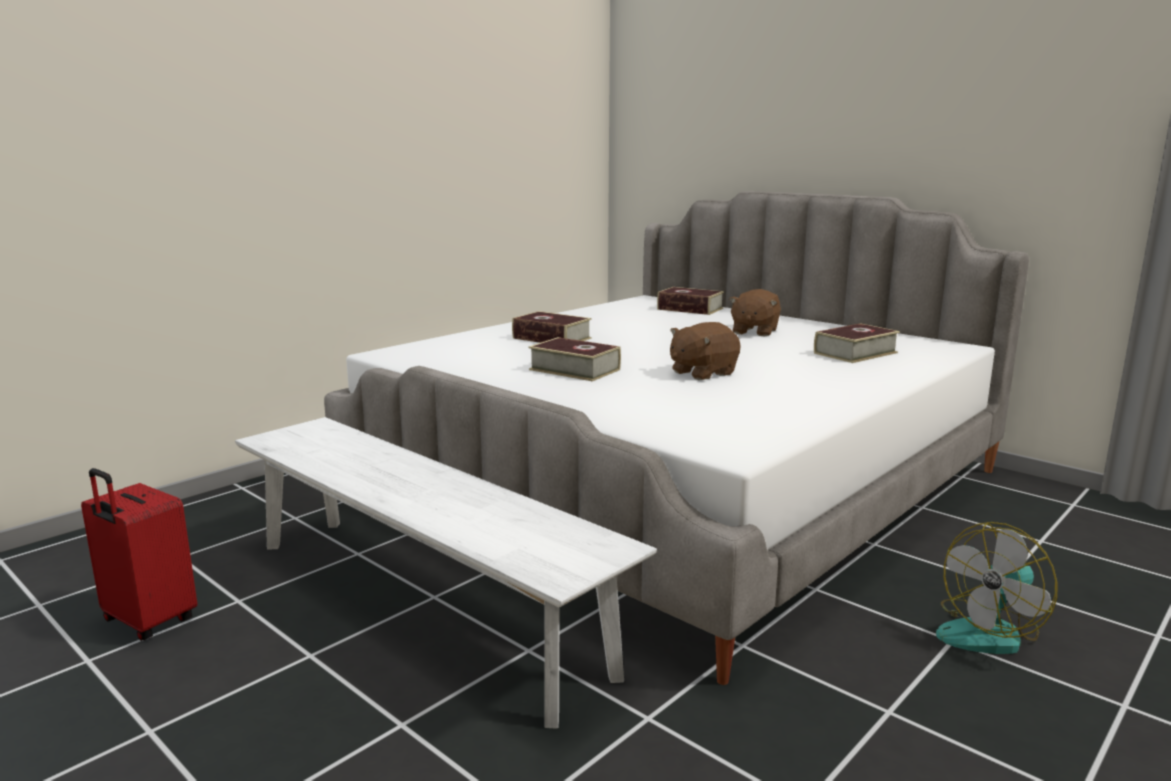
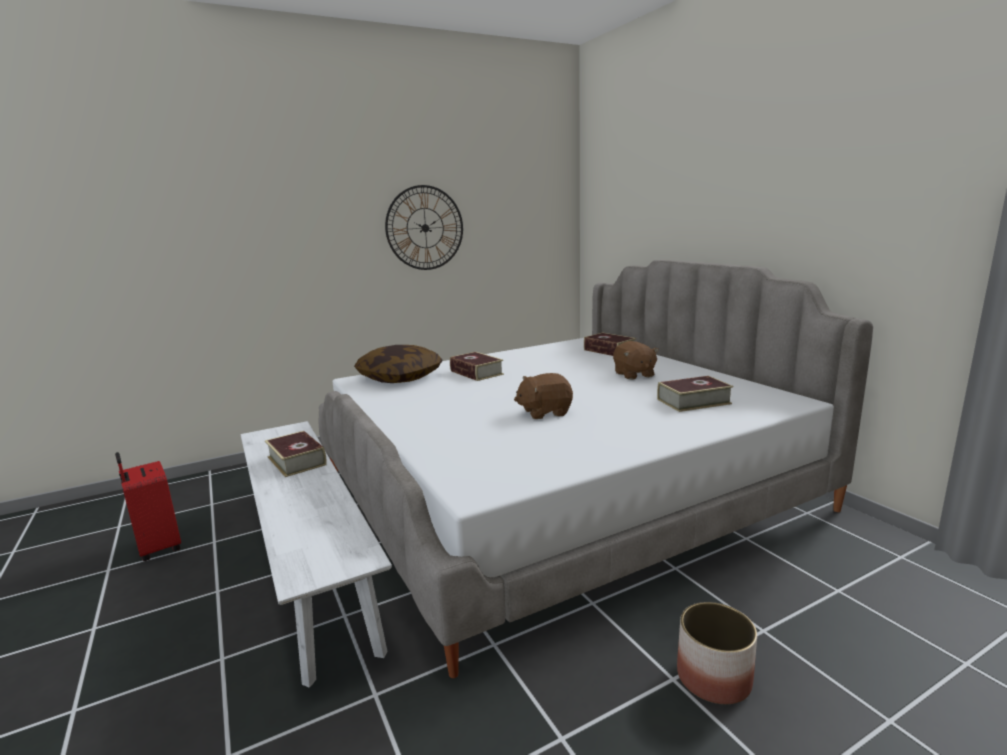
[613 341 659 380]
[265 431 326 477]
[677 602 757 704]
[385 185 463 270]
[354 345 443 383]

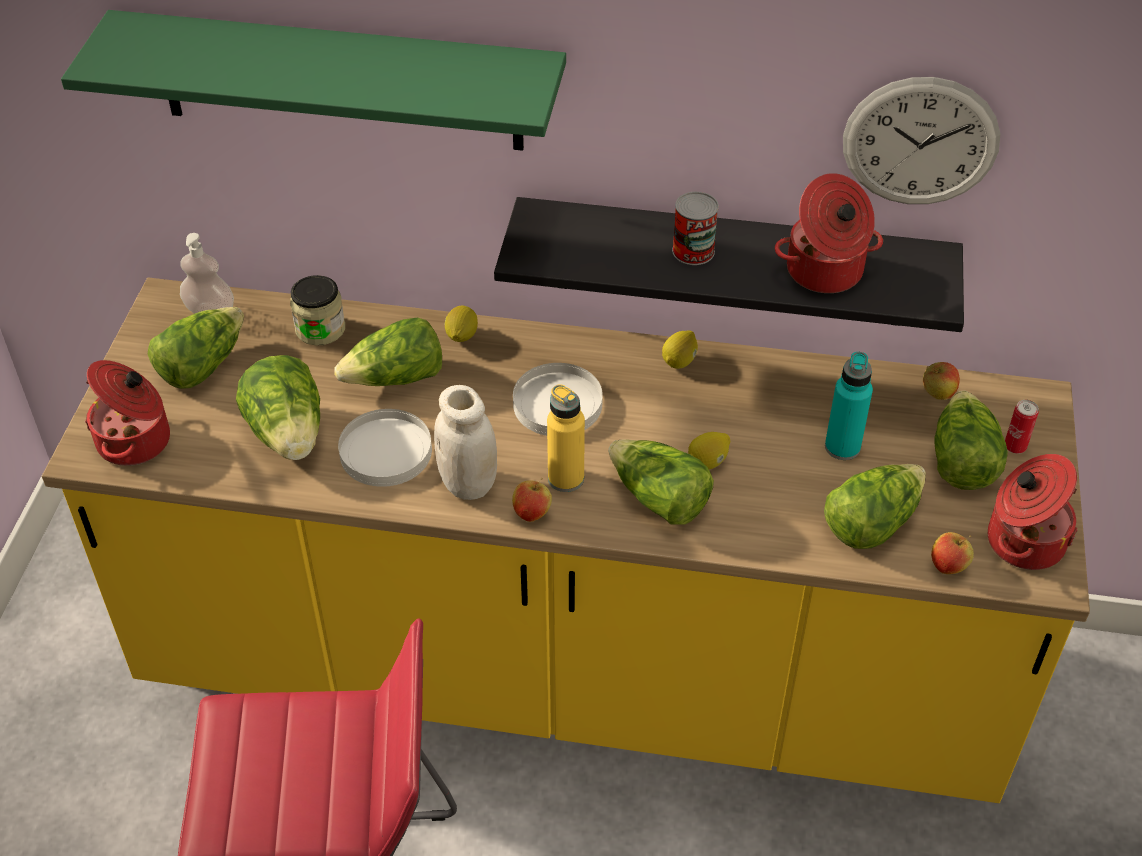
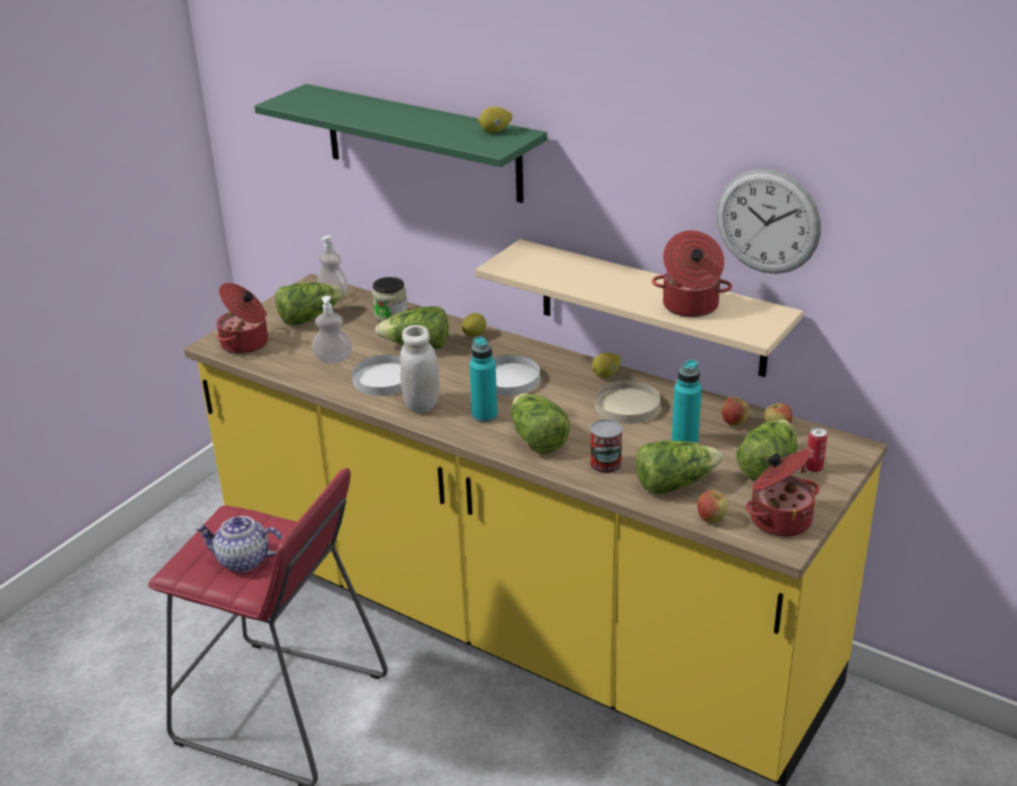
[590 419 623 474]
[475 239 803 377]
[312 296 352 363]
[469 336 498 423]
[478 107 512 133]
[722 397 750 426]
[595 380 661 424]
[195 516 283 572]

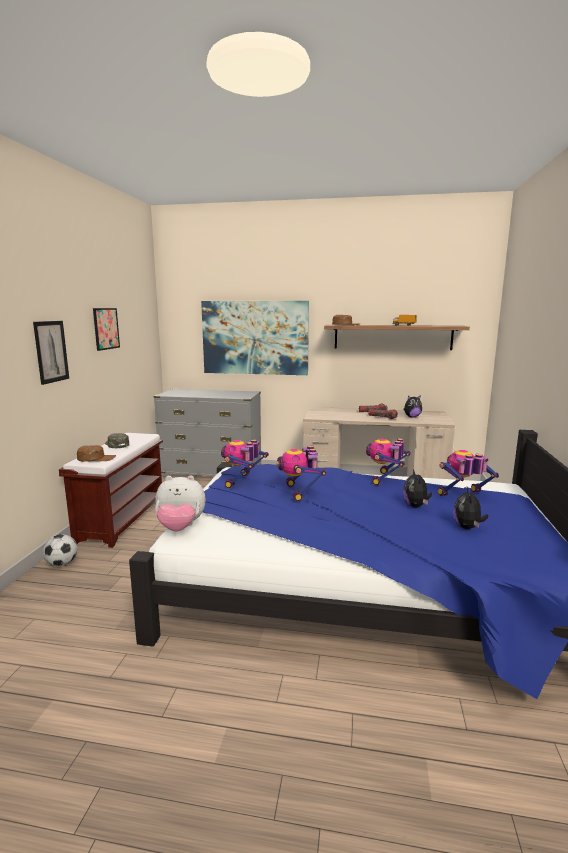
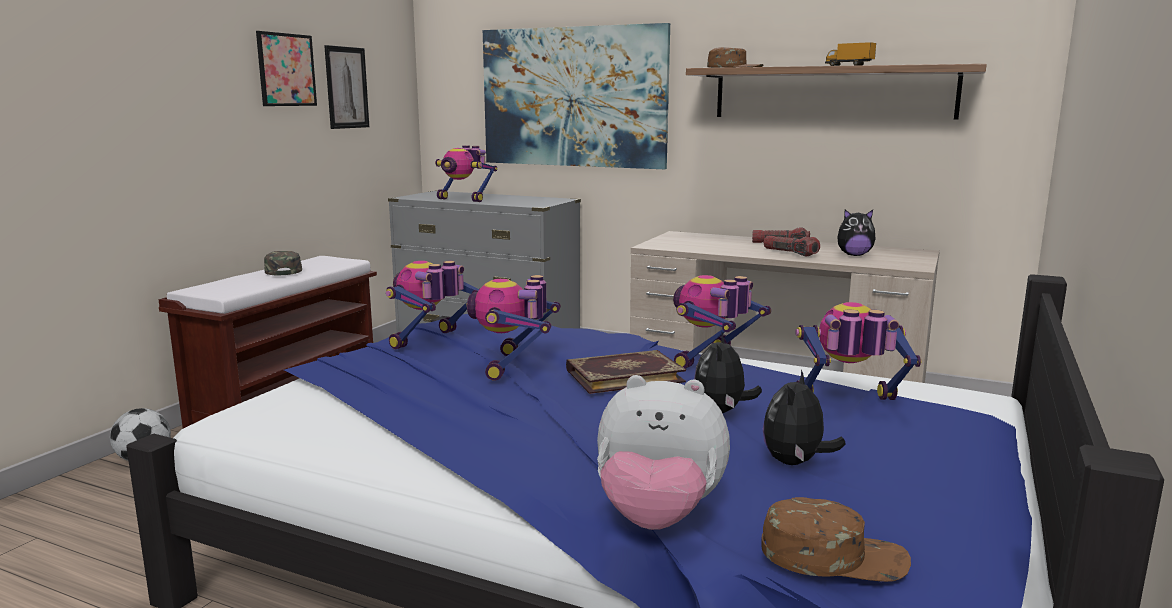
[324 45 369 129]
[761 497 911 582]
[597 375 730 530]
[435 145 497 202]
[566 350 686 394]

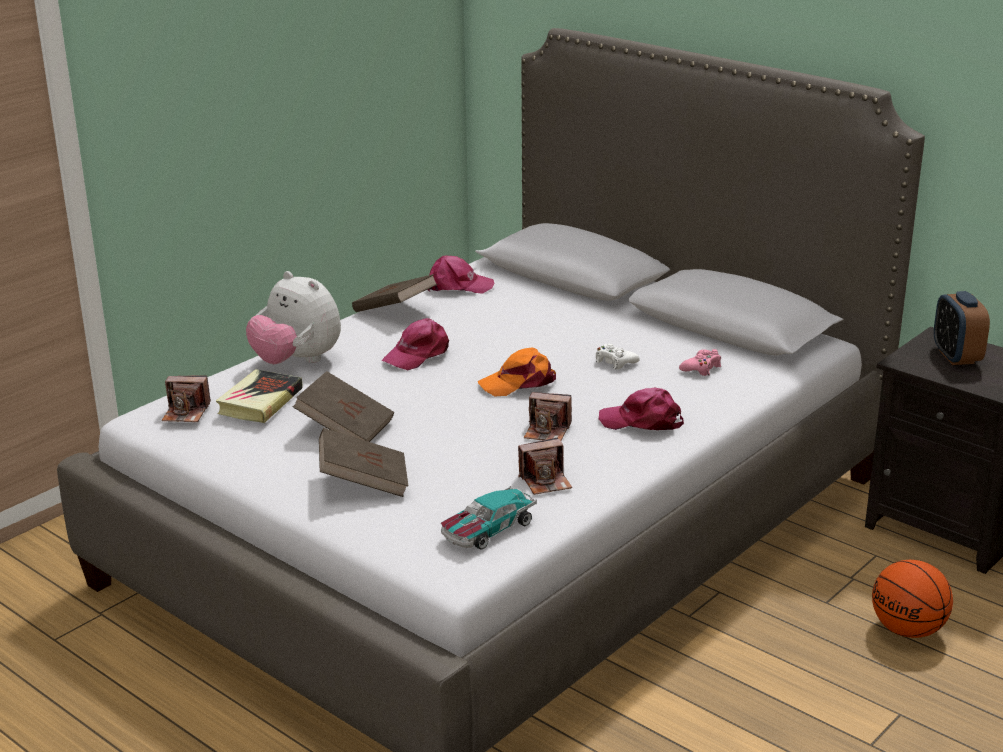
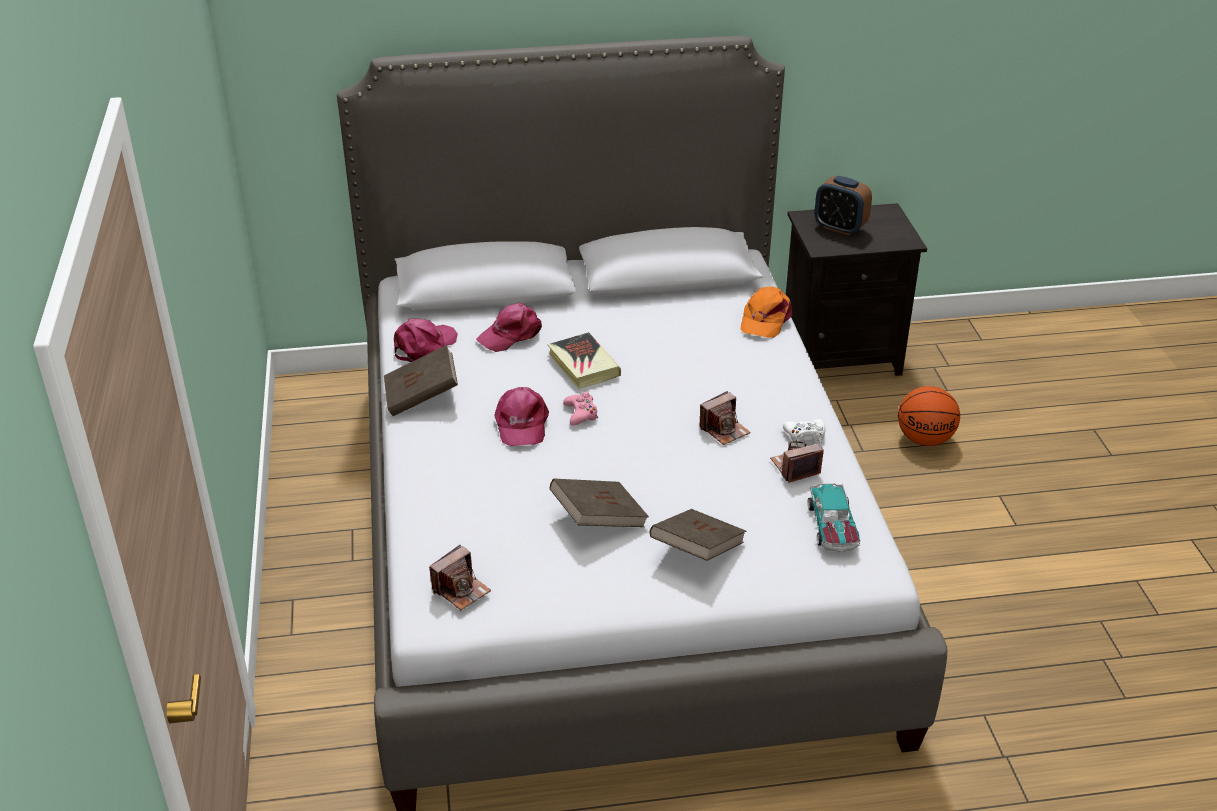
[246 271 341 364] (first image)
[783 419 825 445]
[741 286 792 338]
[563 392 598 425]
[547 332 621 389]
[476 303 542 352]
[770 441 824 483]

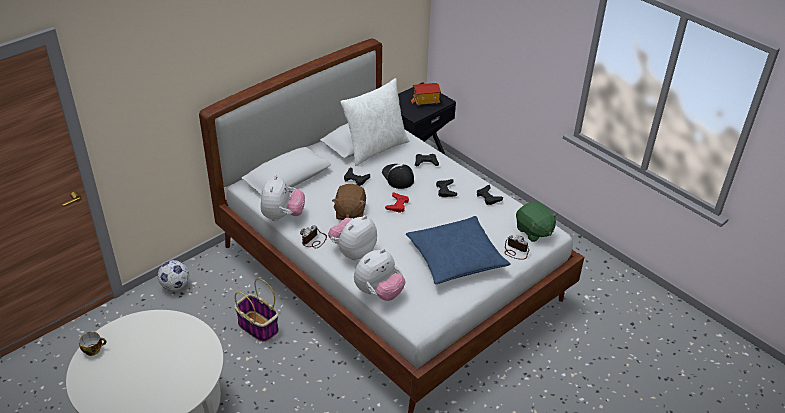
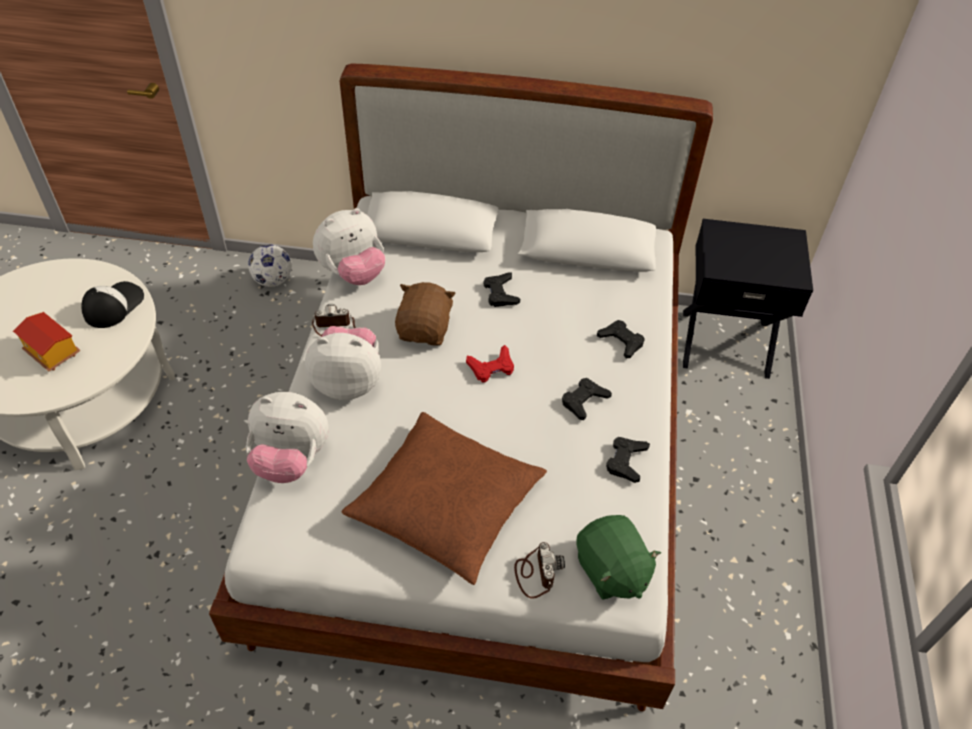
[340 78 409 166] (first image)
[13 312 80 372]
[82 281 144 328]
[395 282 456 346]
[576 515 661 600]
[342 412 547 585]
[235 278 279 342] (first image)
[79 332 106 356] (first image)

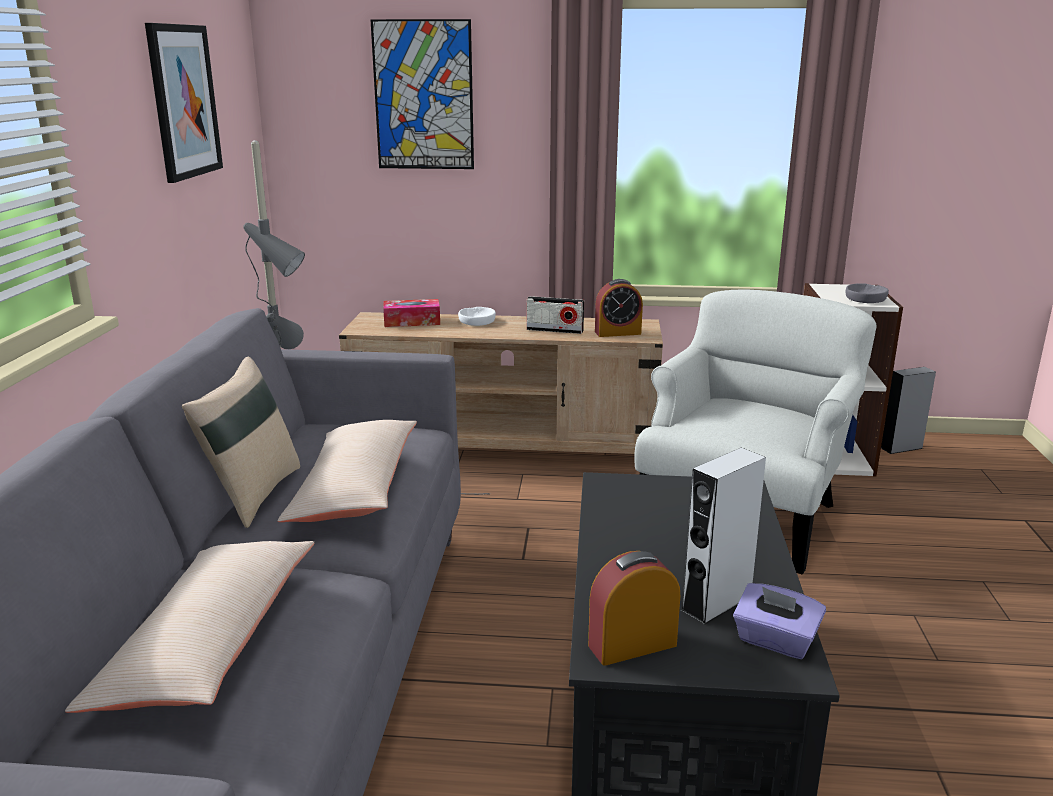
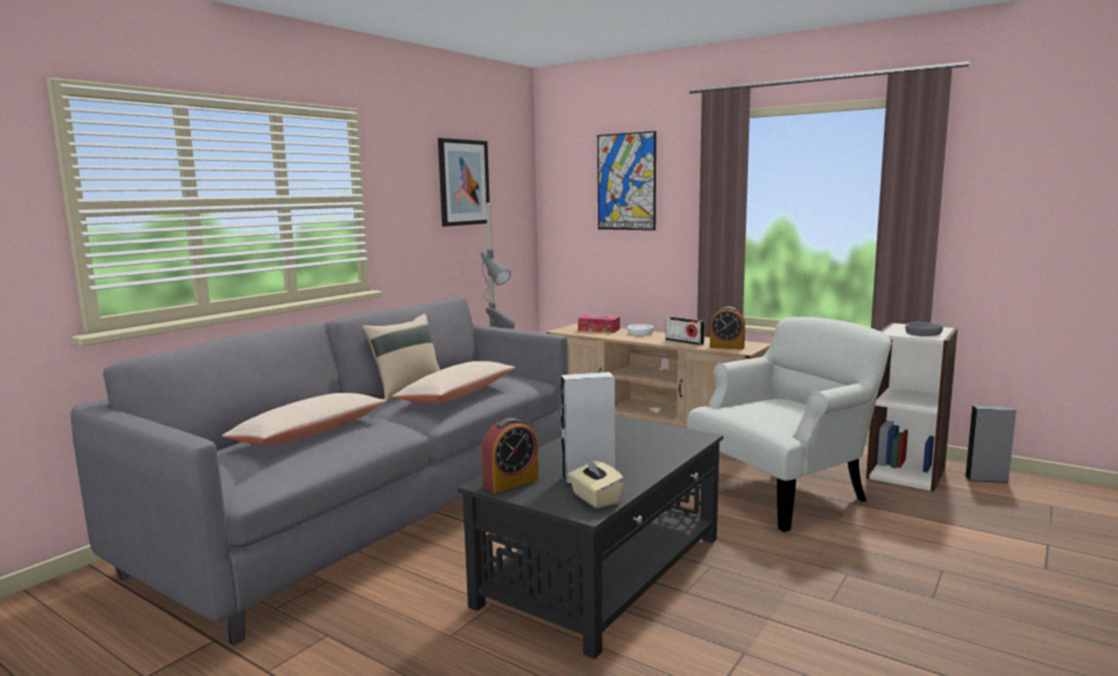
[482 418 539 493]
[568 457 624 509]

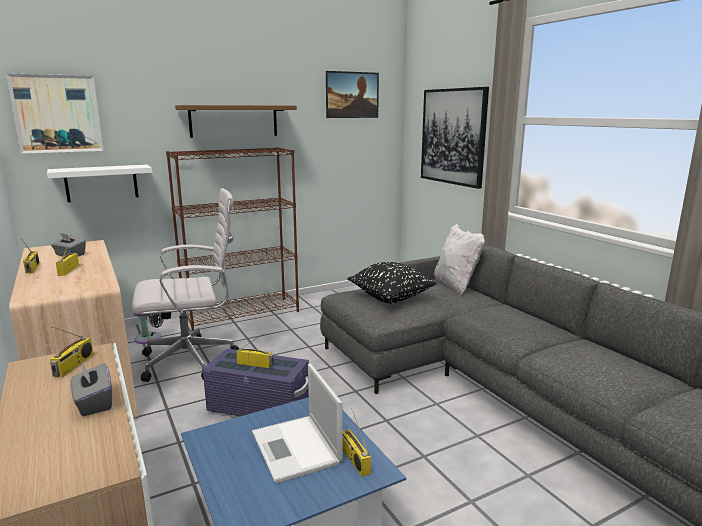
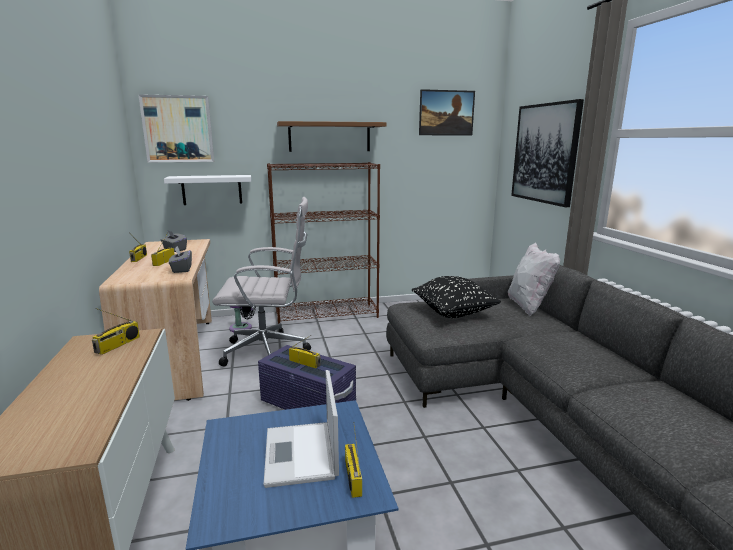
[169 246 192 273]

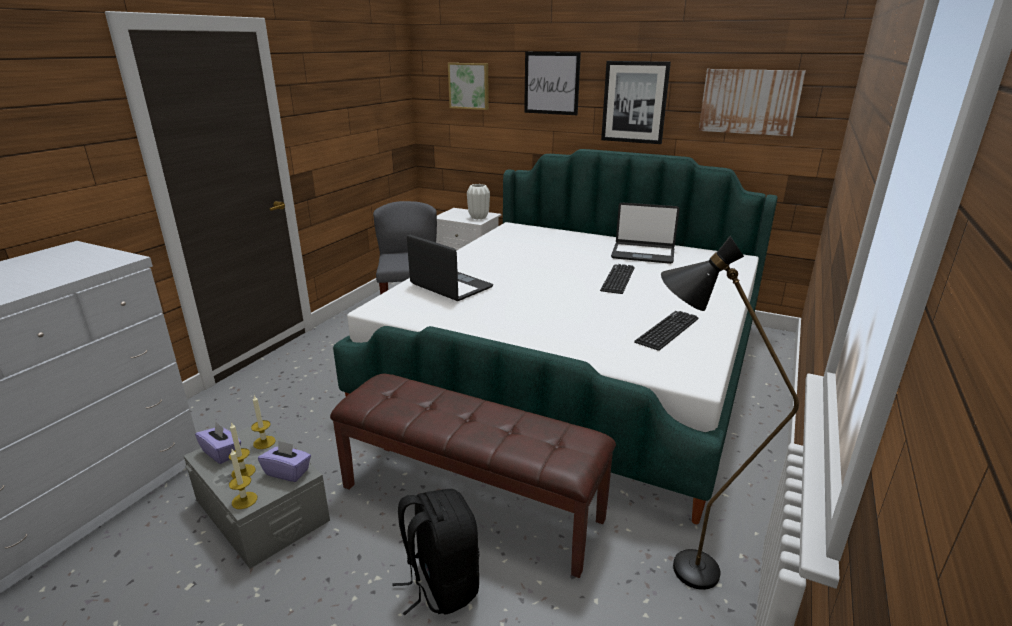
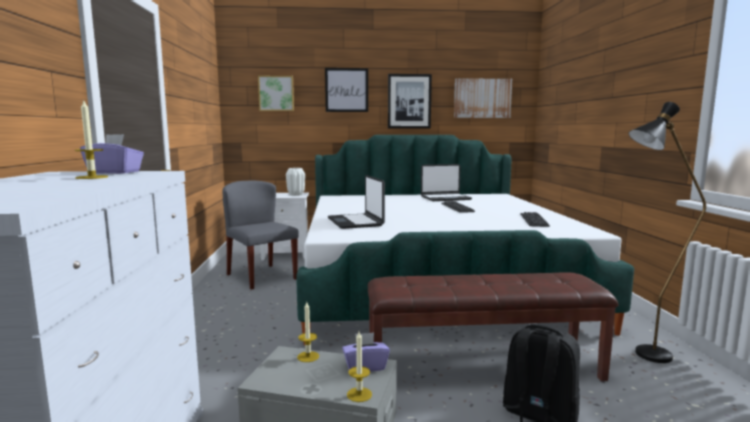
[328 175 385 229]
[80 134 144 174]
[75 101 108 179]

